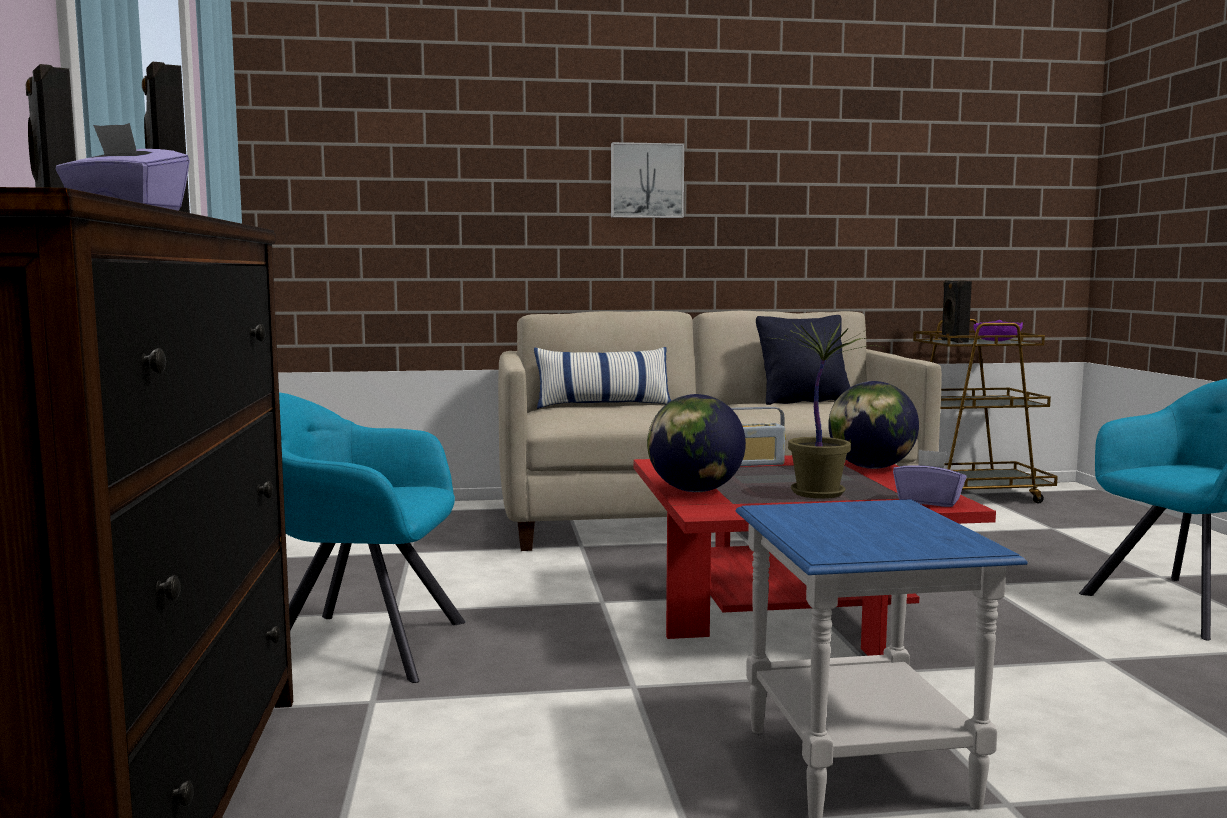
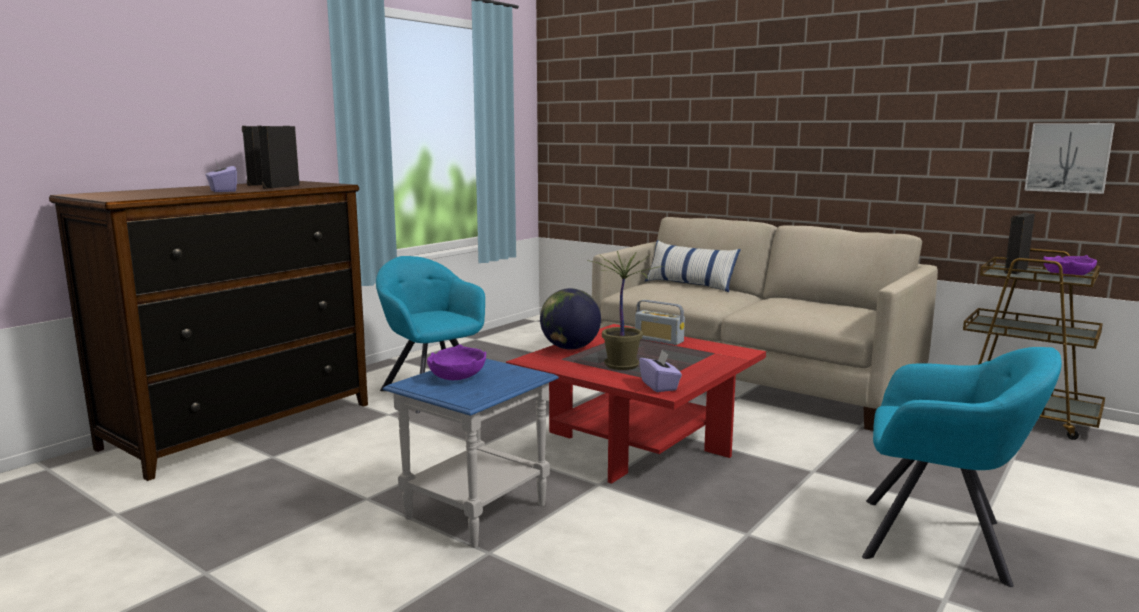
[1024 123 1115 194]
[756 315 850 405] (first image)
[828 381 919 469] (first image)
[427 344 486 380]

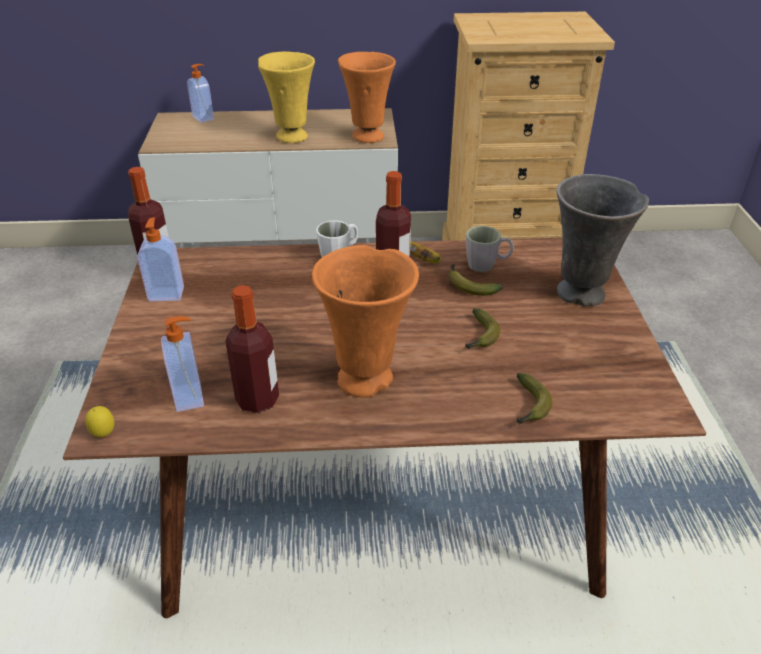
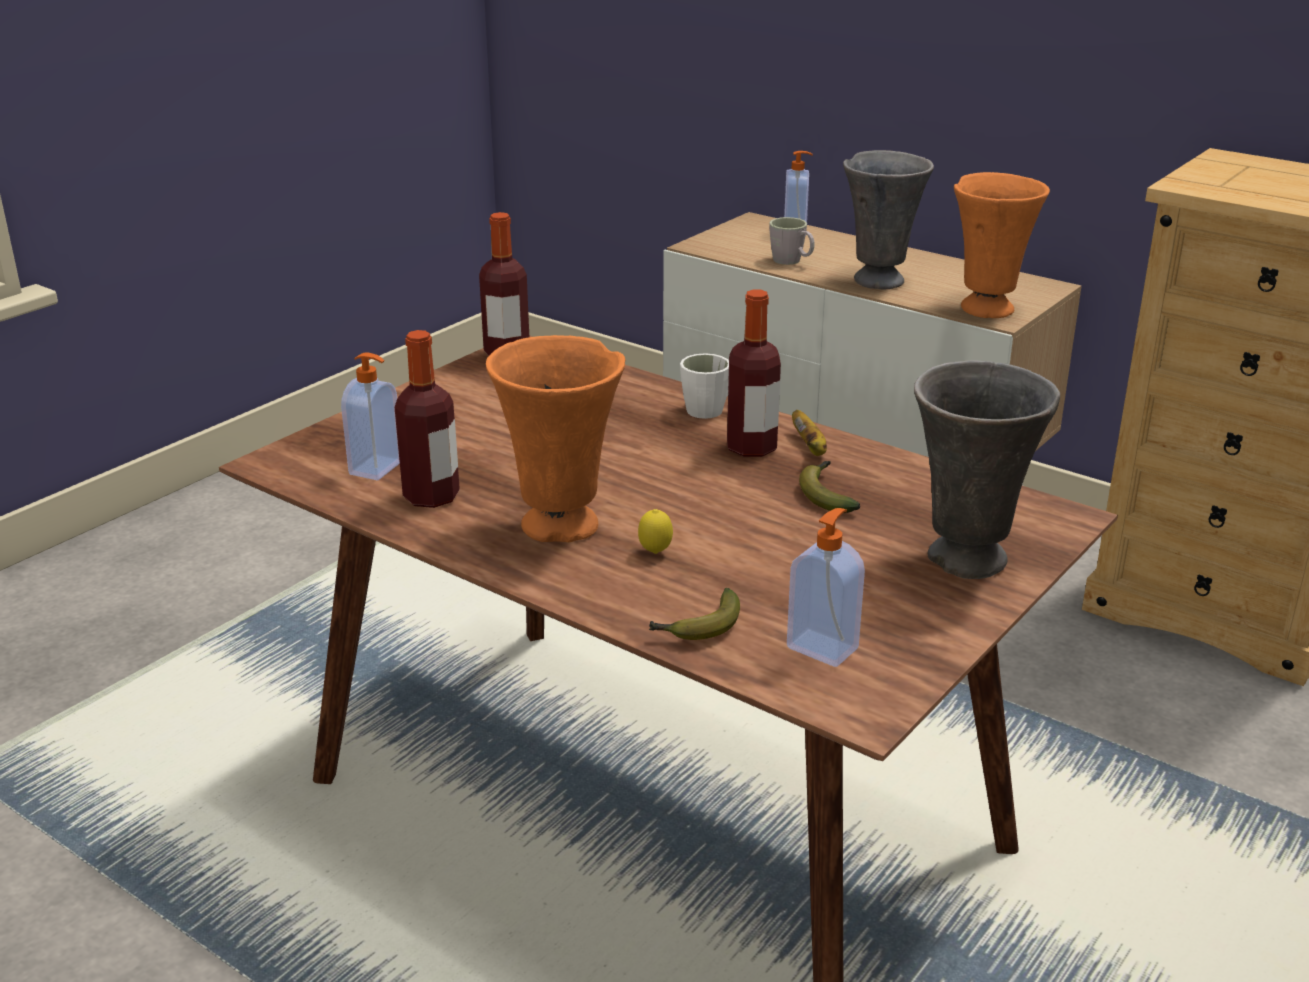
[843 150 934 289]
[787 508 865 667]
[769 217 814 265]
[465 308 500 349] (first image)
[638 509 673 554]

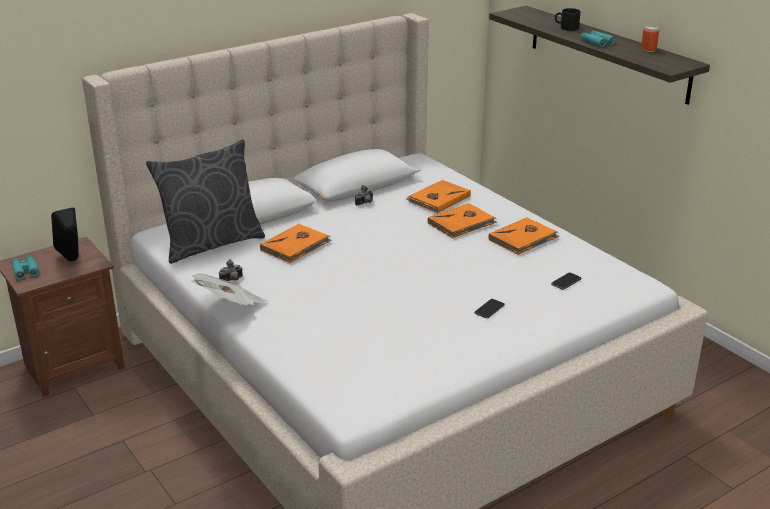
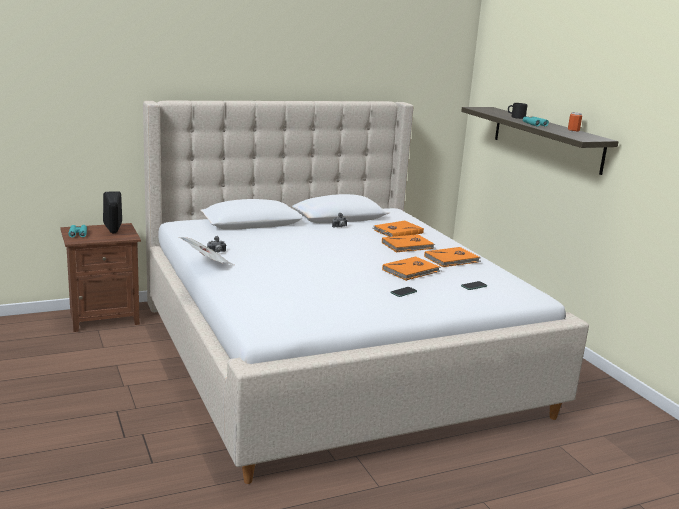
[146 139 265 264] (first image)
[382 257 441 281]

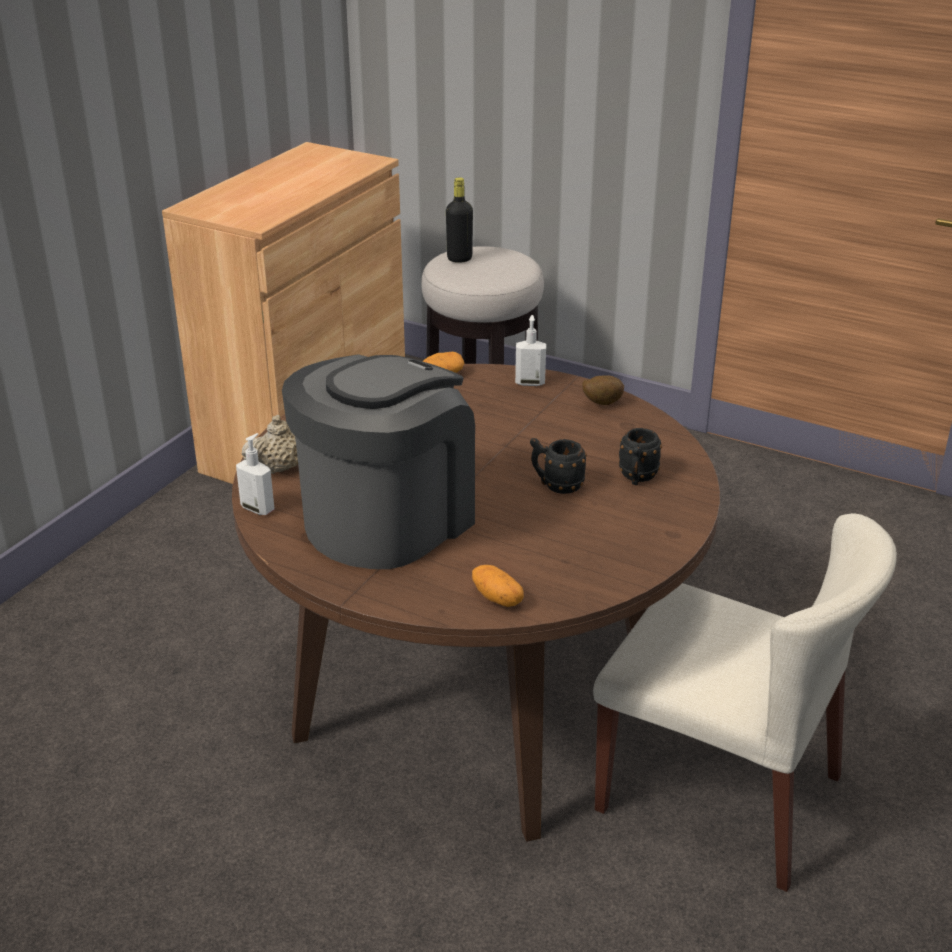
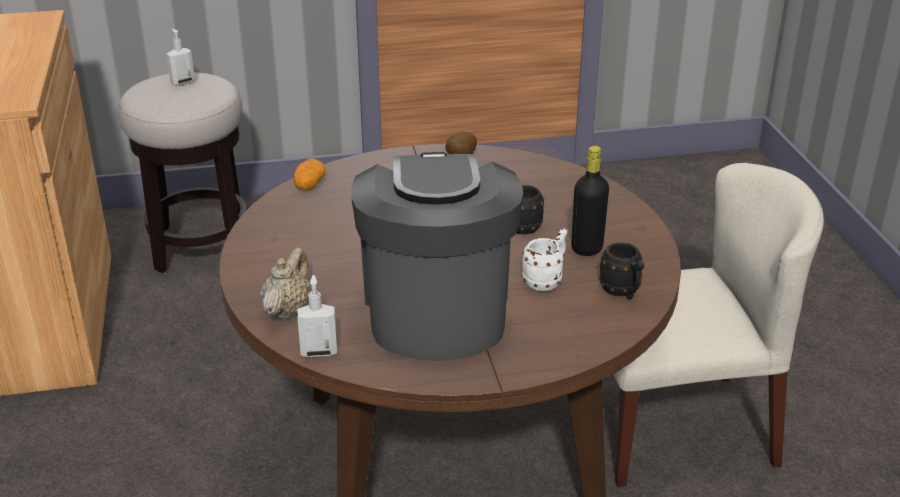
[571 146 609 256]
[166 29 195 86]
[599 242 644 299]
[472 565 524 607] (first image)
[522 228 567 291]

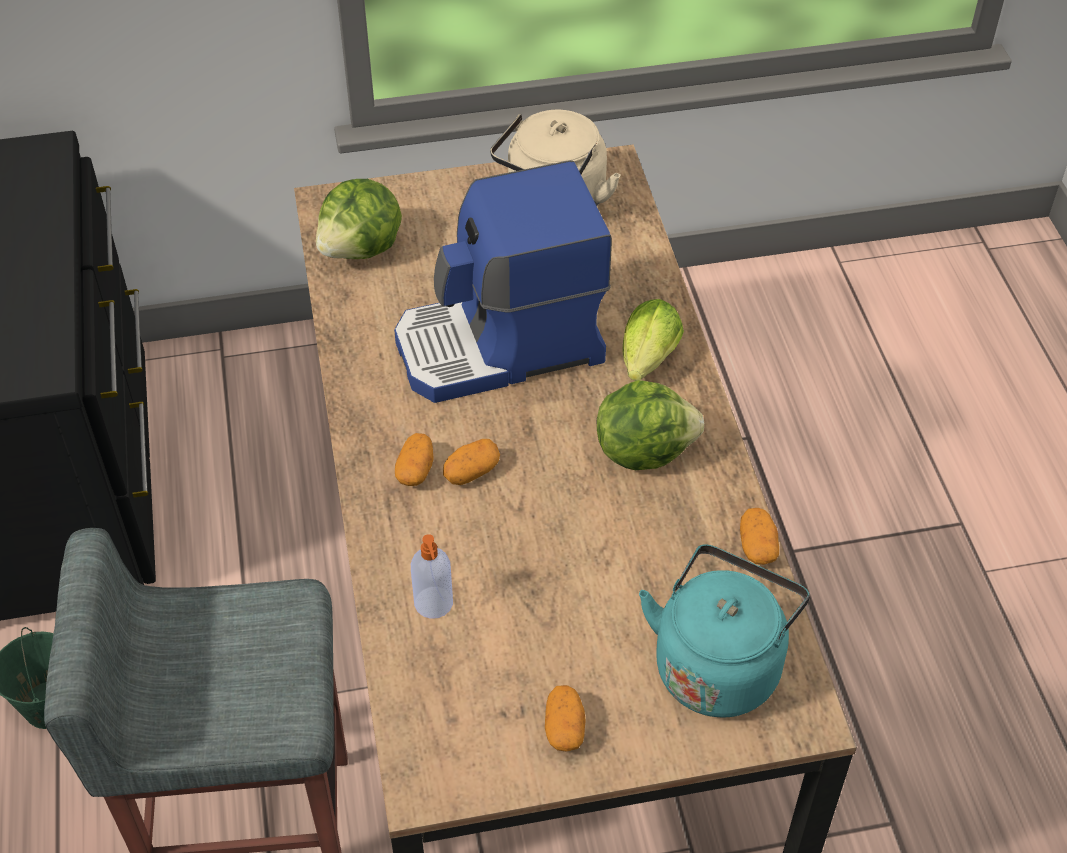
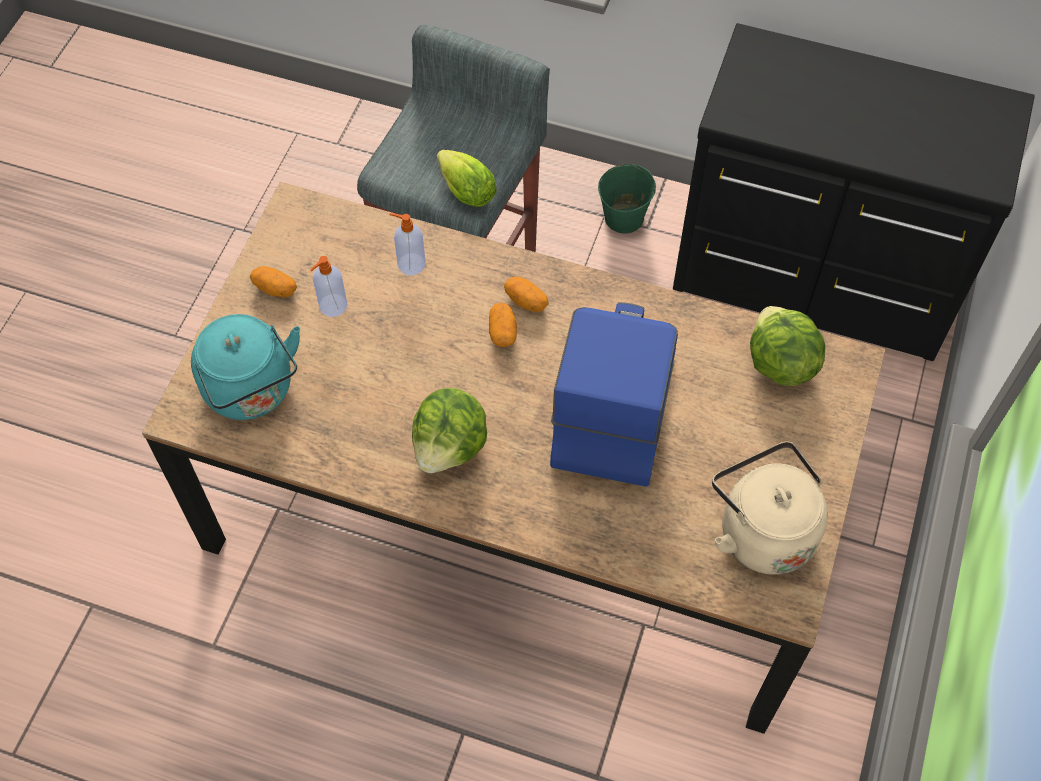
[437 150 497 207]
[740 508 779 565] (first image)
[310 256 347 317]

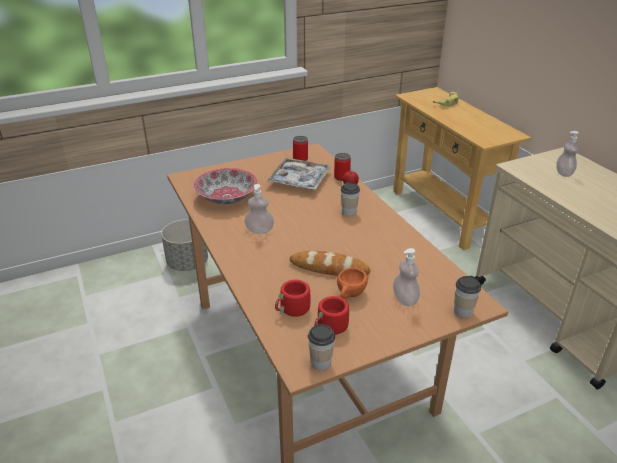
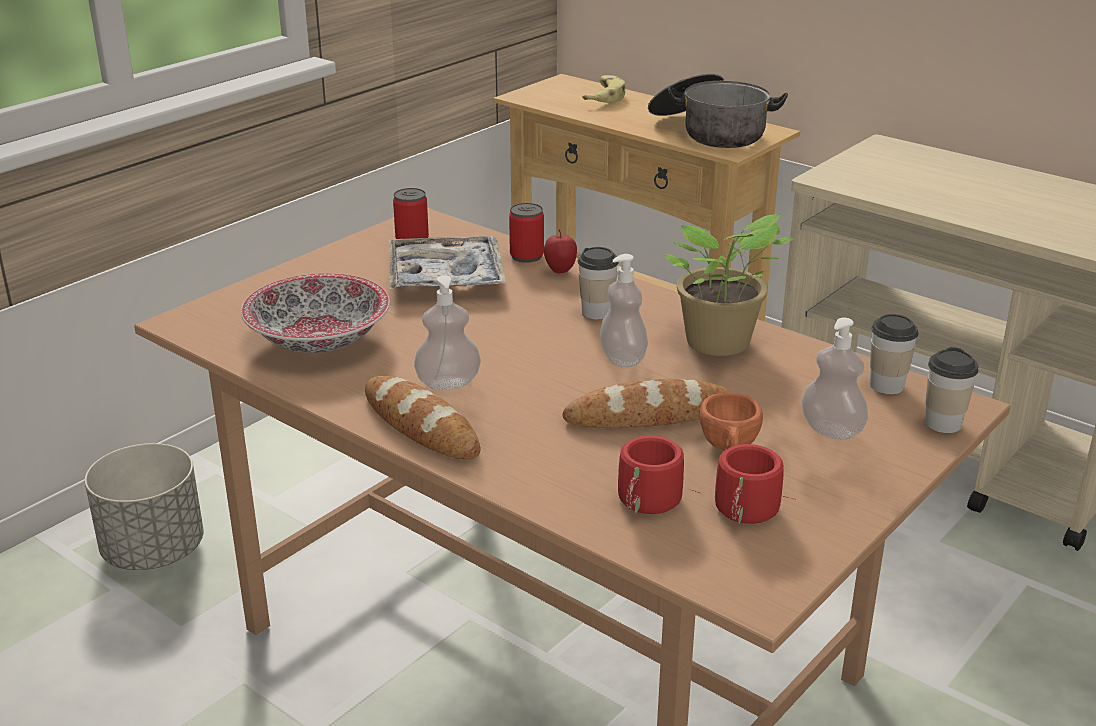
[600 254 648 367]
[870 314 918 394]
[648 74 788 148]
[664 214 793 356]
[365 376 480 460]

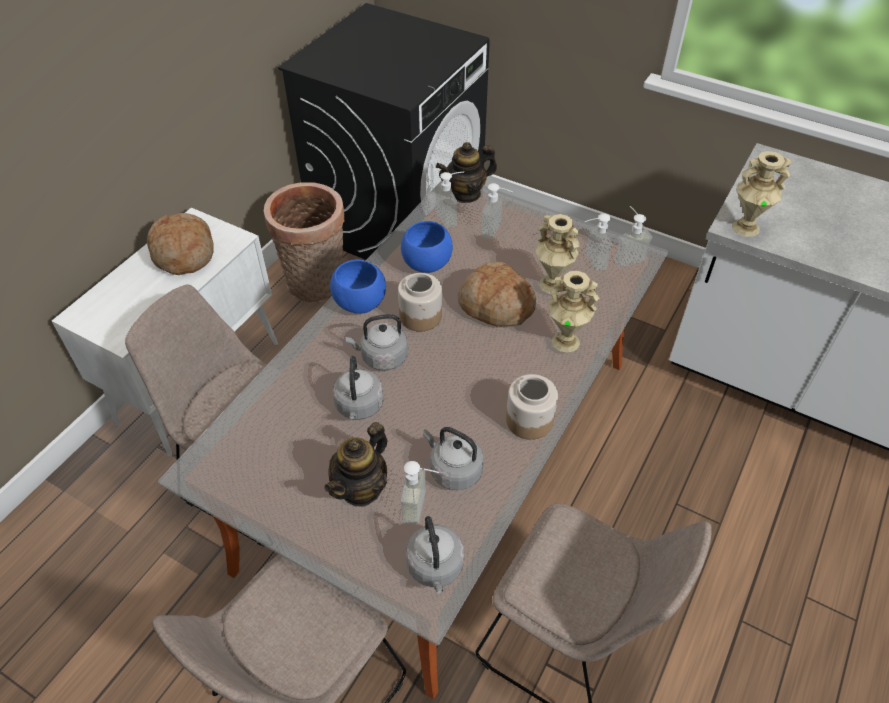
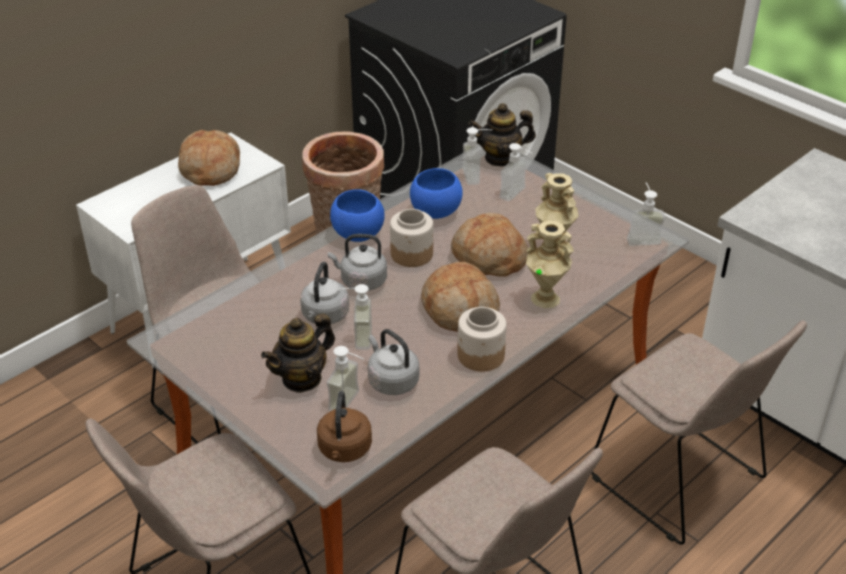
[732 151 792 237] (first image)
[337 284 372 350]
[317 391 372 462]
[421 262 500 332]
[591 320 807 545]

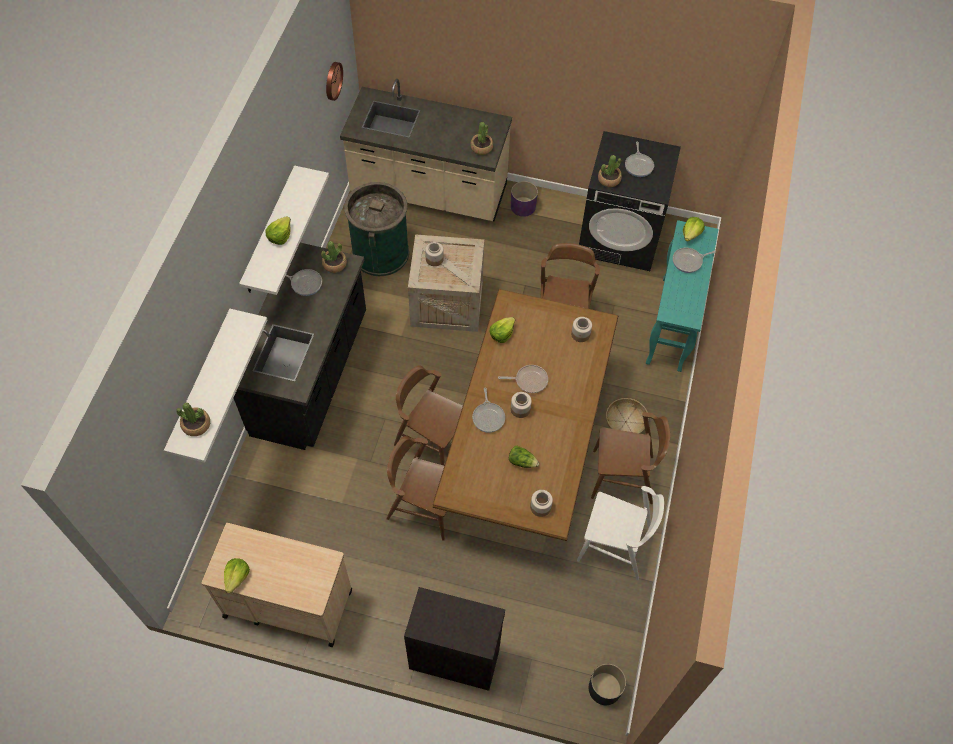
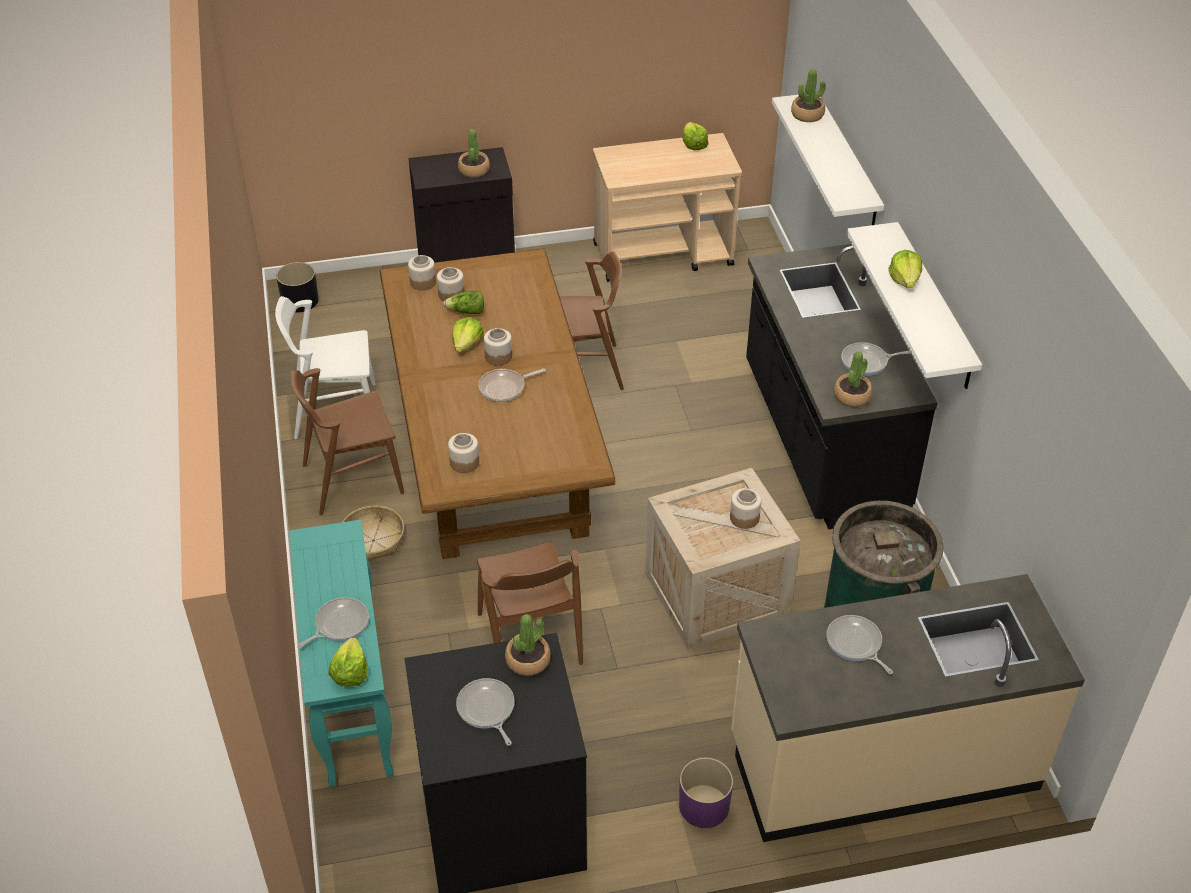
[326 62 343 101] (first image)
[458 129 490 178]
[452 317 483 352]
[394 365 463 466] (first image)
[827 615 893 674]
[437 267 465 301]

